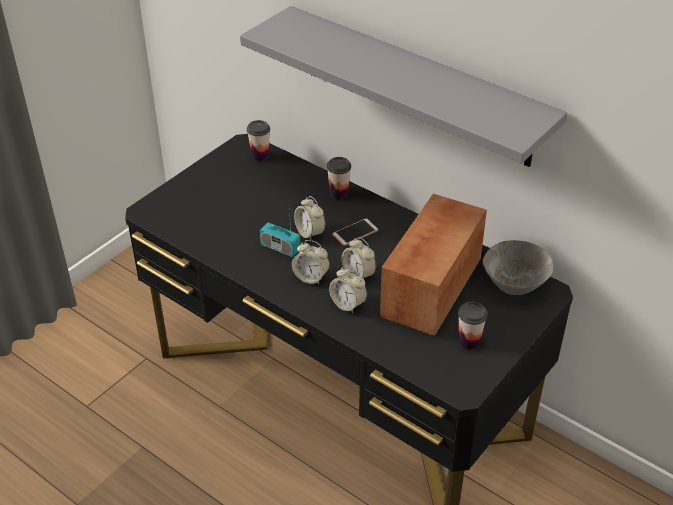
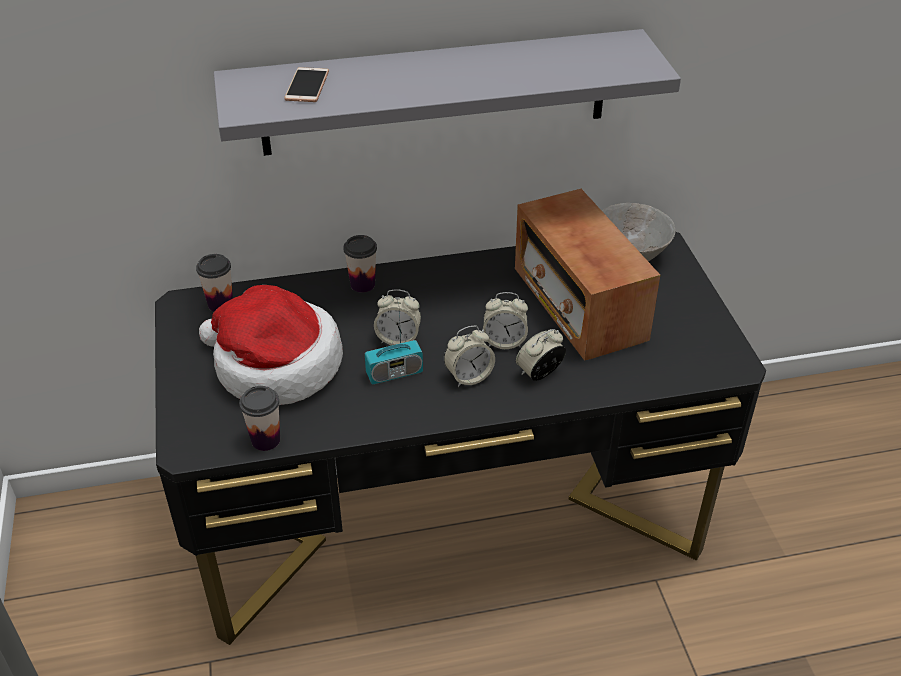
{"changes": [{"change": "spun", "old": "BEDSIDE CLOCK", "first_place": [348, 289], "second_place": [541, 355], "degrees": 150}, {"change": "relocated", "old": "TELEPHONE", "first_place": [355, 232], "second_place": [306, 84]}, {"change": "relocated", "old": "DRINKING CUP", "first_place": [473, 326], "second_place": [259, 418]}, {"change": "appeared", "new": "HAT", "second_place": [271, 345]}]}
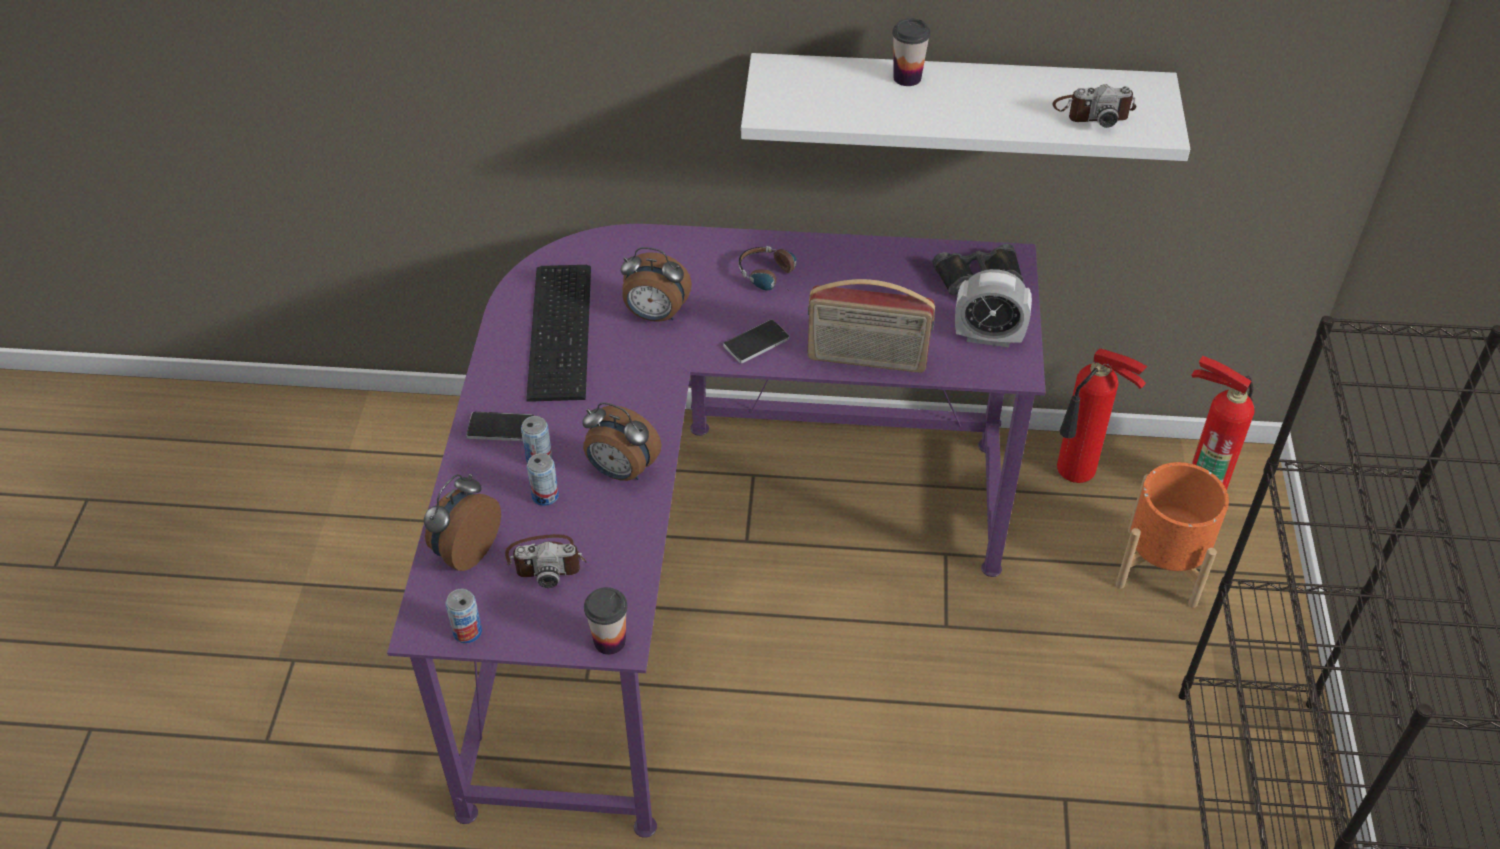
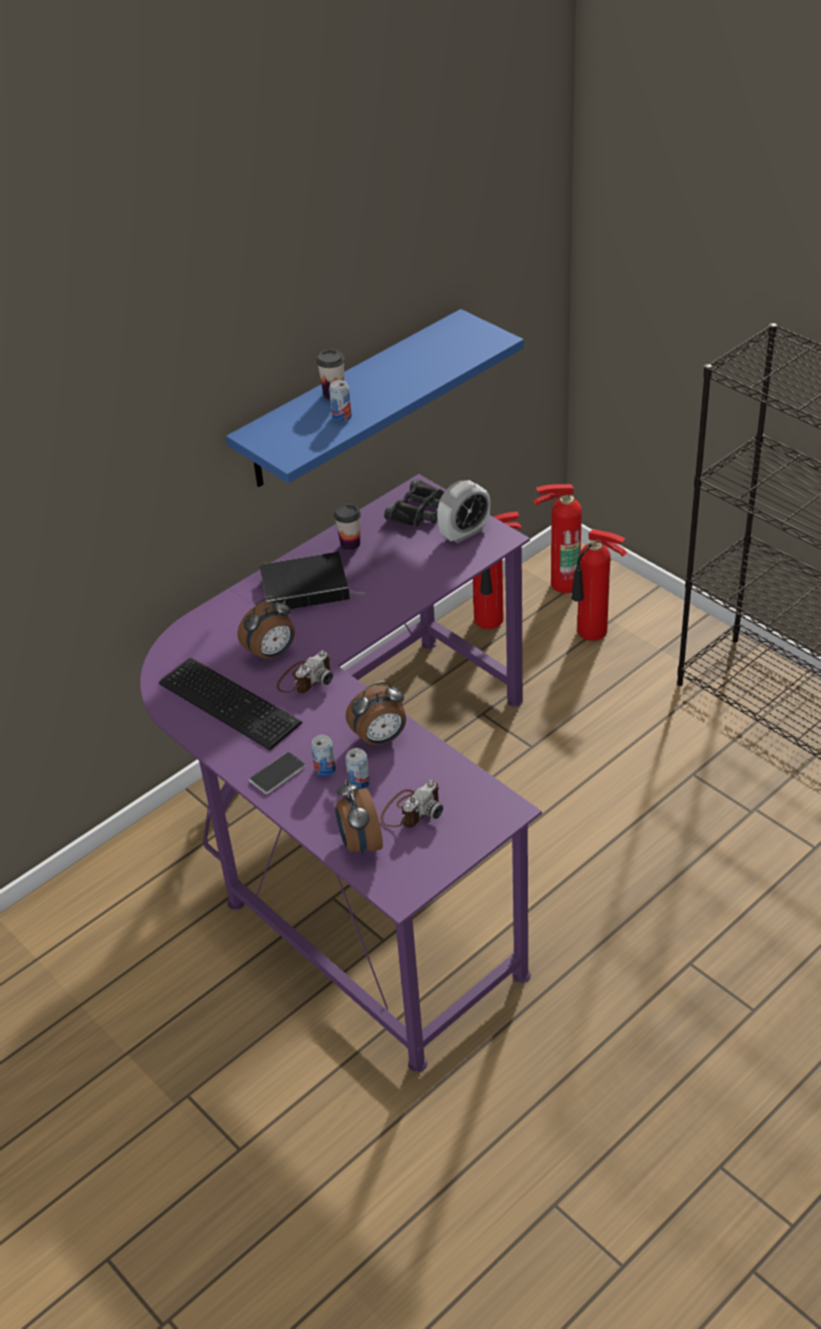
{"changes": [{"change": "relocated", "old": "METAL CAN", "first_place": [464, 616], "second_place": [340, 401]}, {"change": "relocated", "old": "DRINKING CUP", "first_place": [605, 621], "second_place": [347, 527]}, {"change": "missing", "old": "TELEPHONE", "first_place": [756, 341]}, {"change": "exchanged", "old": "HEADSET", "new": "BOOK", "first_place": [767, 268], "second_place": [312, 580]}, {"change": "colour", "old": "WHITE BRACKET SHELF", "new": "BLUISH BRACKET SHELF", "first_place": [965, 107], "second_place": [375, 398]}, {"change": "missing", "old": "RADIO RECEIVER", "first_place": [871, 326]}, {"change": "relocated", "old": "PHOTO CAMERA", "first_place": [1094, 106], "second_place": [305, 672]}, {"change": "exchanged", "old": "ORANGEY FLOWER POT", "new": "FIRE EXTINGUISHER", "first_place": [1172, 535], "second_place": [599, 585]}]}
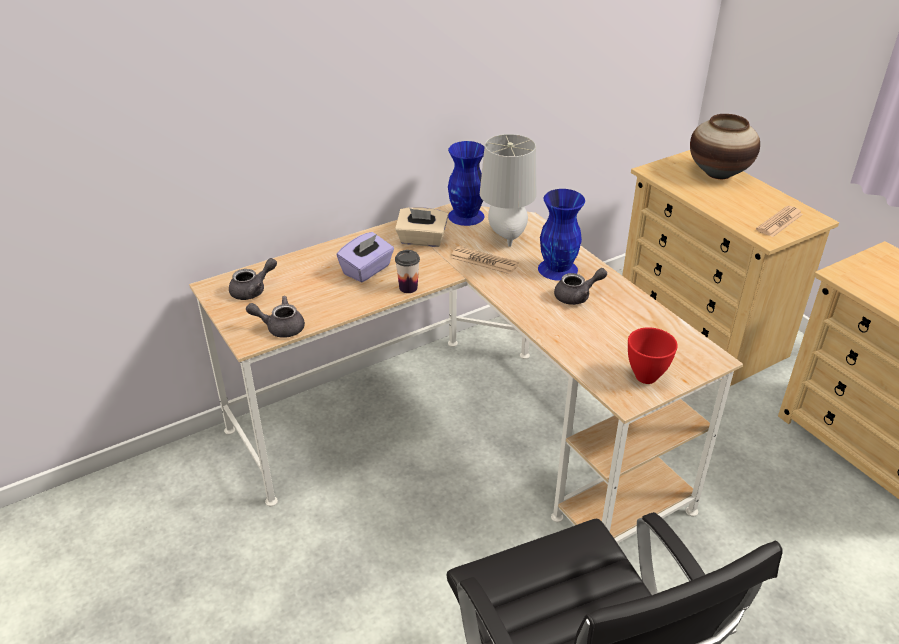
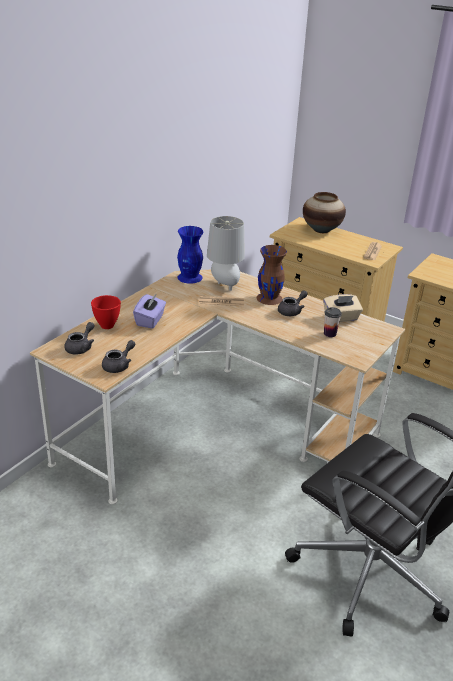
{"changes": [{"change": "spun", "old": "GREY TEA POT", "first_place": [275, 317], "second_place": [118, 356], "degrees": 150}, {"change": "relocated", "old": "BEIGE-COLOURED TISSUE HOLDER", "first_place": [422, 227], "second_place": [343, 308]}, {"change": "relocated", "old": "DRINKING CUP", "first_place": [407, 271], "second_place": [333, 322]}, {"change": "colour", "old": "BLUISH VASE", "new": "BROWN-COLOURED VASE", "first_place": [561, 235], "second_place": [271, 275]}, {"change": "relocated", "old": "RED DEEP DISH", "first_place": [653, 355], "second_place": [106, 312]}]}
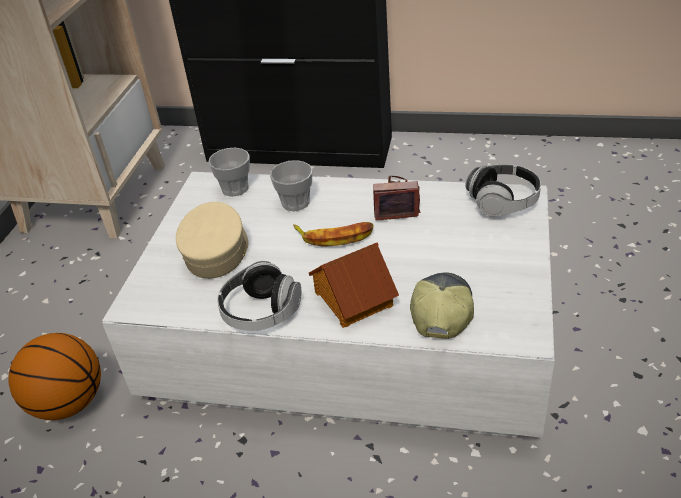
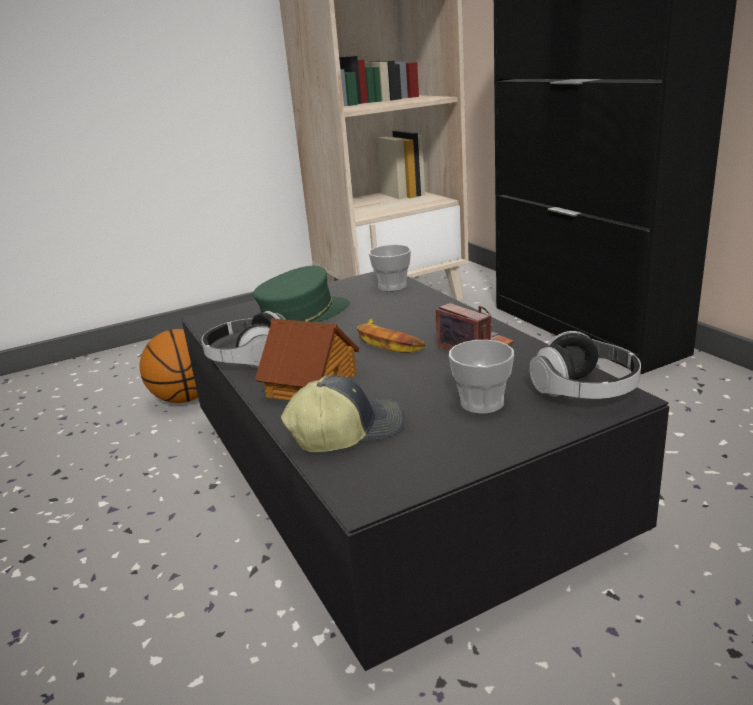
{"changes": [{"change": "colour", "old": "WHITE LOUNGE TABLE", "new": "BLACK LOUNGE TABLE", "first_place": [328, 305], "second_place": [425, 471]}, {"change": "colour", "old": "BEIGE-COLOURED PEAKED CAP", "new": "GREEN-COLOURED PEAKED CAP", "first_place": [212, 240], "second_place": [301, 294]}, {"change": "relocated", "old": "DRINKING CUP", "first_place": [291, 185], "second_place": [481, 377]}]}
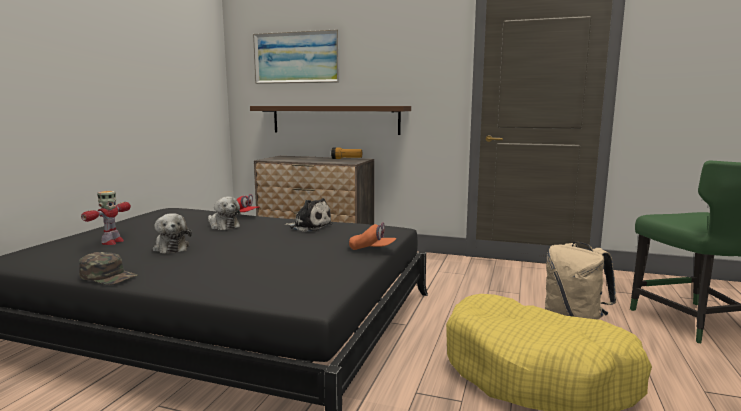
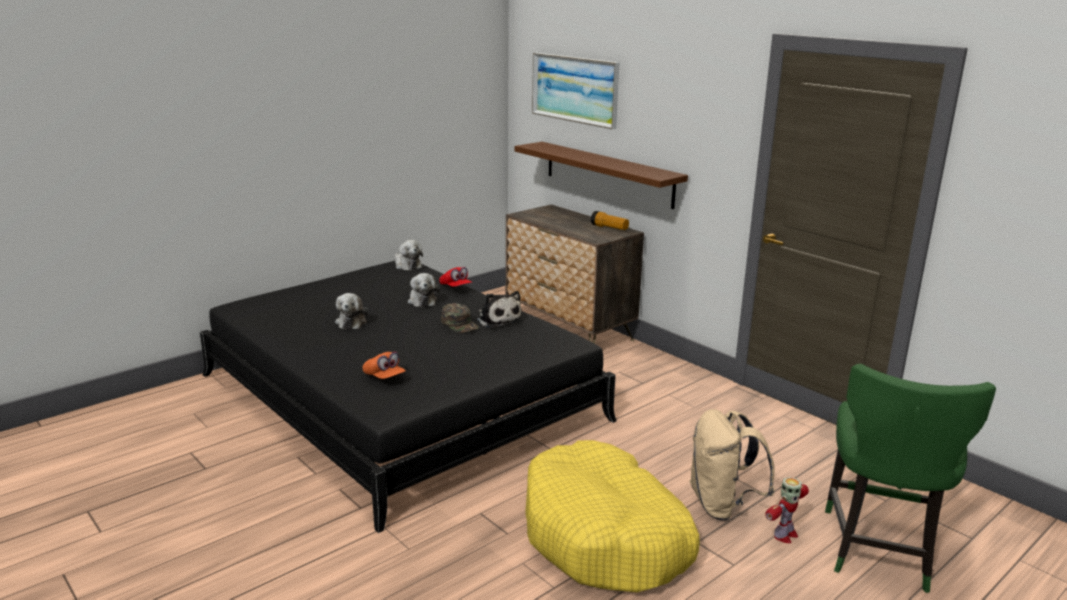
{"changes": [{"change": "relocated", "old": "GREEN-COLOURED PEAKED CAP", "first_place": [108, 268], "second_place": [460, 318]}, {"change": "relocated", "old": "ROBOT FIGURE", "first_place": [106, 218], "second_place": [787, 510]}, {"change": "relocated", "old": "ORANGEY PEAKED CAP", "first_place": [372, 236], "second_place": [384, 365]}, {"change": "appeared", "new": "PLUSH TOY", "second_place": [408, 255]}]}
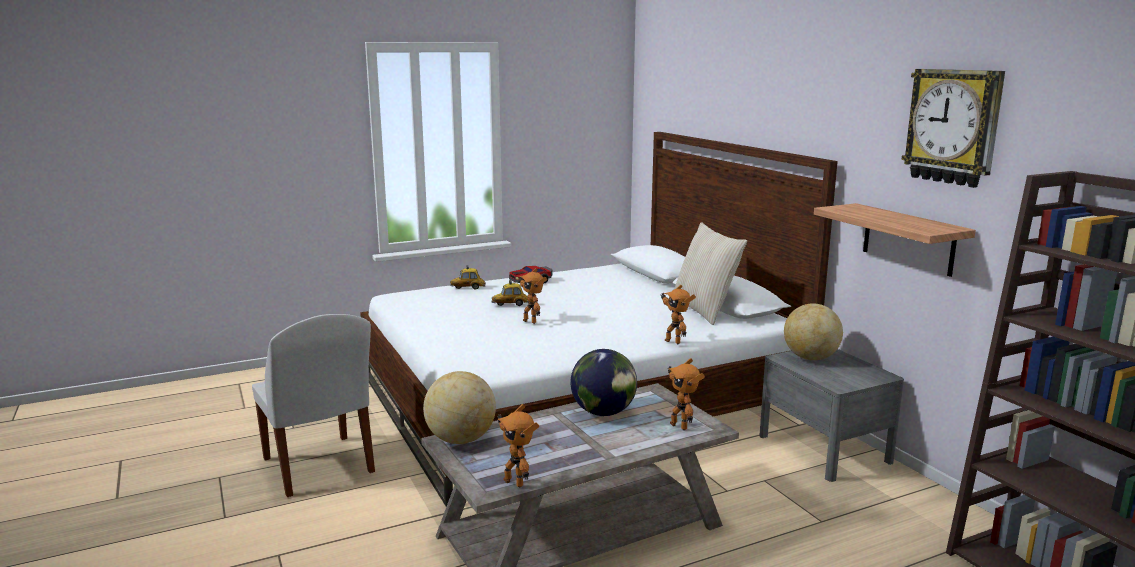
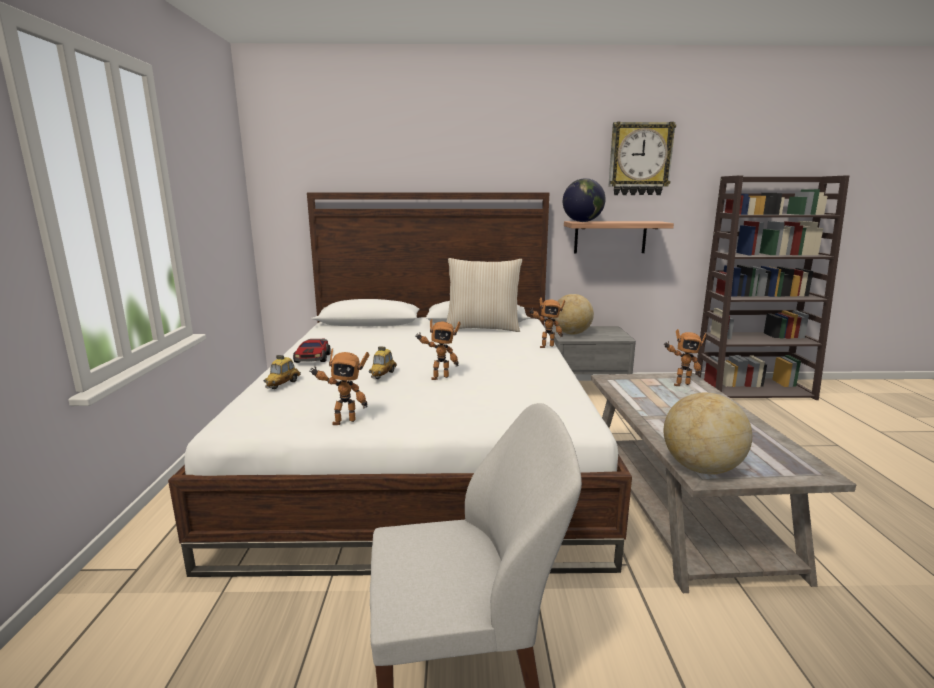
{"changes": [{"change": "relocated", "old": "ROBOT FIGURE", "first_place": [518, 445], "second_place": [339, 386]}, {"change": "relocated", "old": "WORLD GLOBE", "first_place": [603, 382], "second_place": [584, 200]}]}
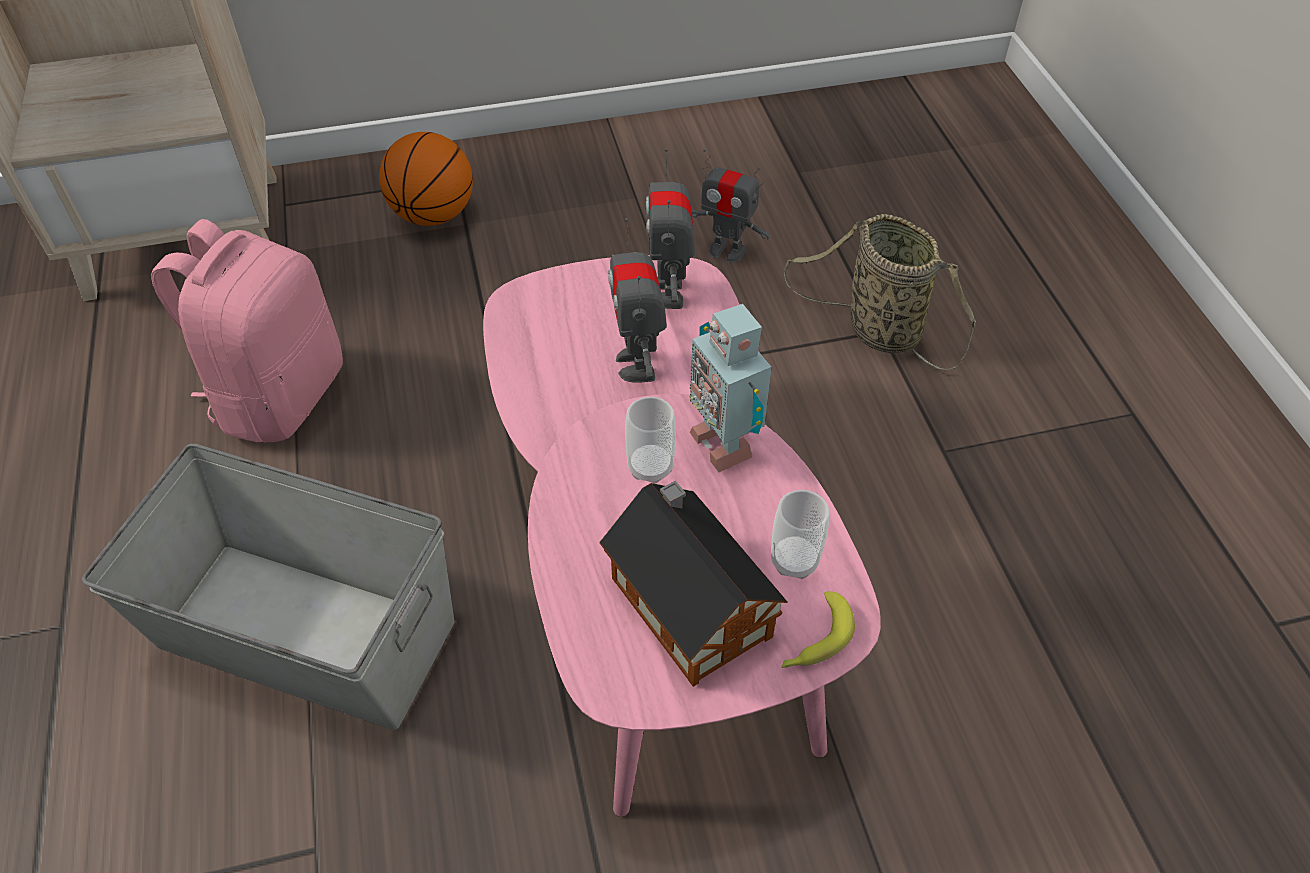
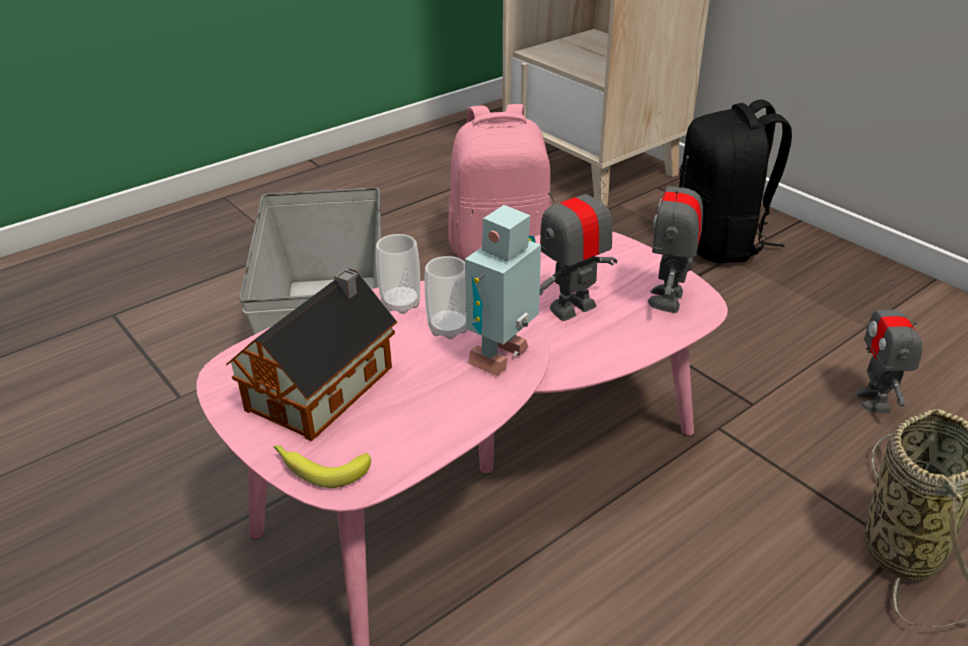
{"changes": [{"change": "exchanged", "old": "BASKETBALL", "new": "BLACK KNAPSACK", "first_place": [426, 179], "second_place": [735, 181]}, {"change": "spun", "old": "ROBOT FIGURE", "first_place": [670, 228], "second_place": [675, 234], "degrees": -45}, {"change": "relocated", "old": "DRINKING CUP", "first_place": [800, 534], "second_place": [398, 274]}]}
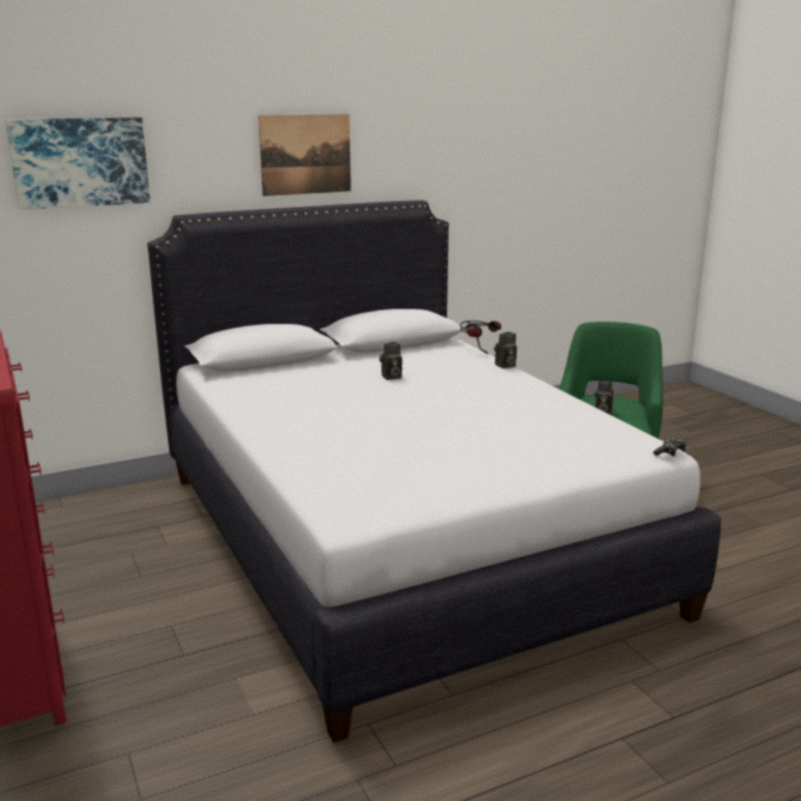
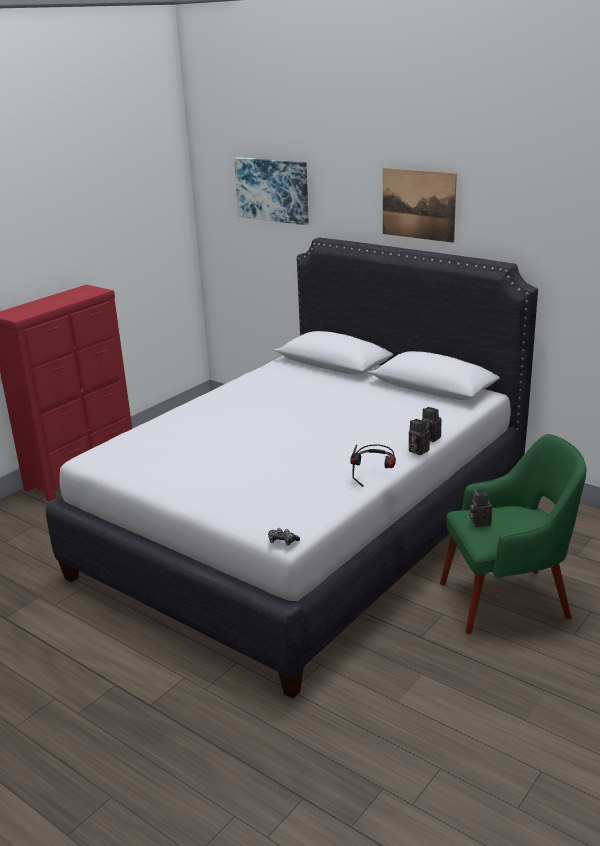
{"changes": [{"change": "relocated", "old": "PHOTO CAMERA", "first_place": [390, 361], "second_place": [419, 437]}, {"change": "relocated", "old": "HEADSET", "first_place": [480, 337], "second_place": [373, 465]}]}
